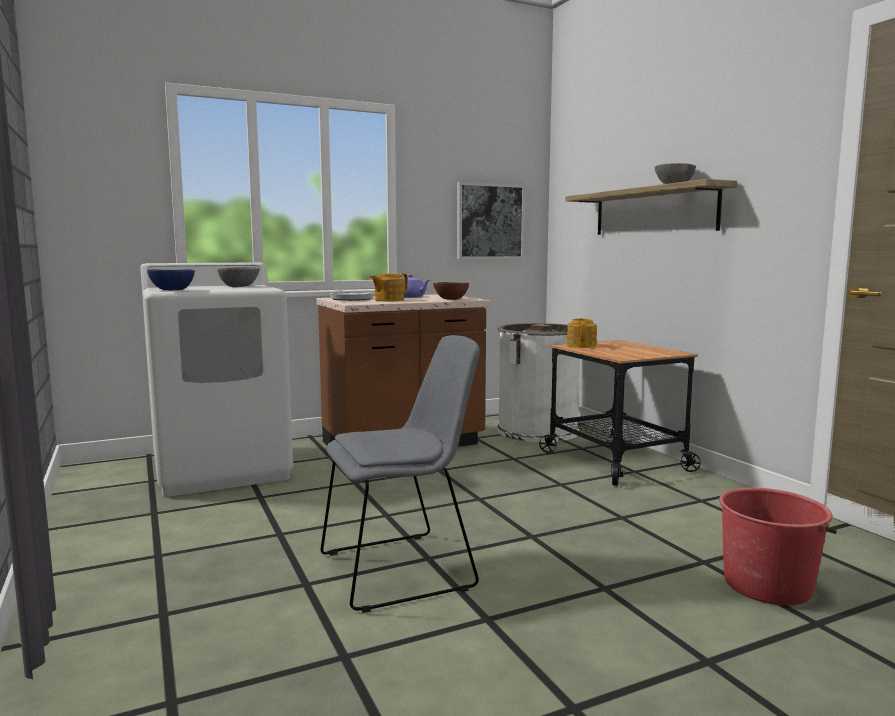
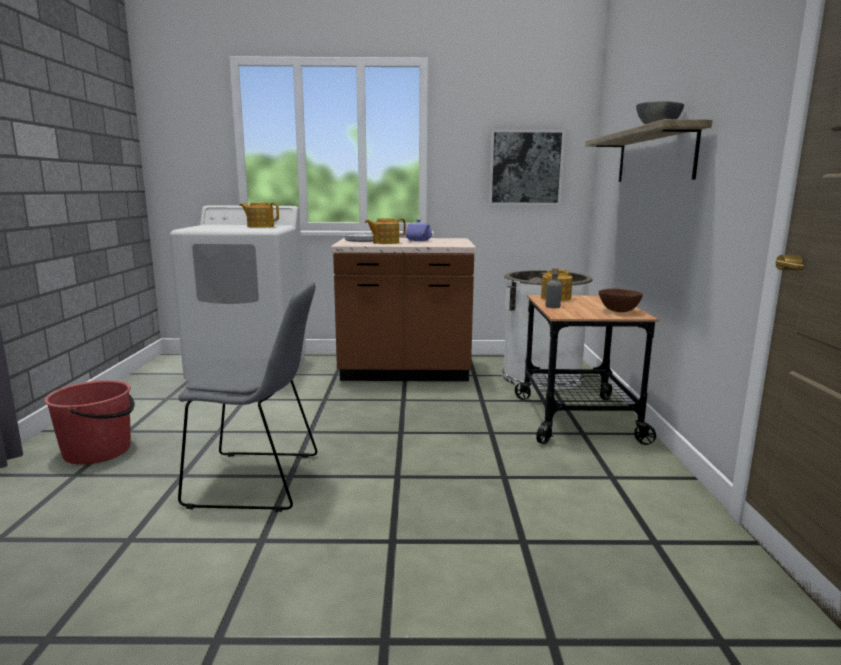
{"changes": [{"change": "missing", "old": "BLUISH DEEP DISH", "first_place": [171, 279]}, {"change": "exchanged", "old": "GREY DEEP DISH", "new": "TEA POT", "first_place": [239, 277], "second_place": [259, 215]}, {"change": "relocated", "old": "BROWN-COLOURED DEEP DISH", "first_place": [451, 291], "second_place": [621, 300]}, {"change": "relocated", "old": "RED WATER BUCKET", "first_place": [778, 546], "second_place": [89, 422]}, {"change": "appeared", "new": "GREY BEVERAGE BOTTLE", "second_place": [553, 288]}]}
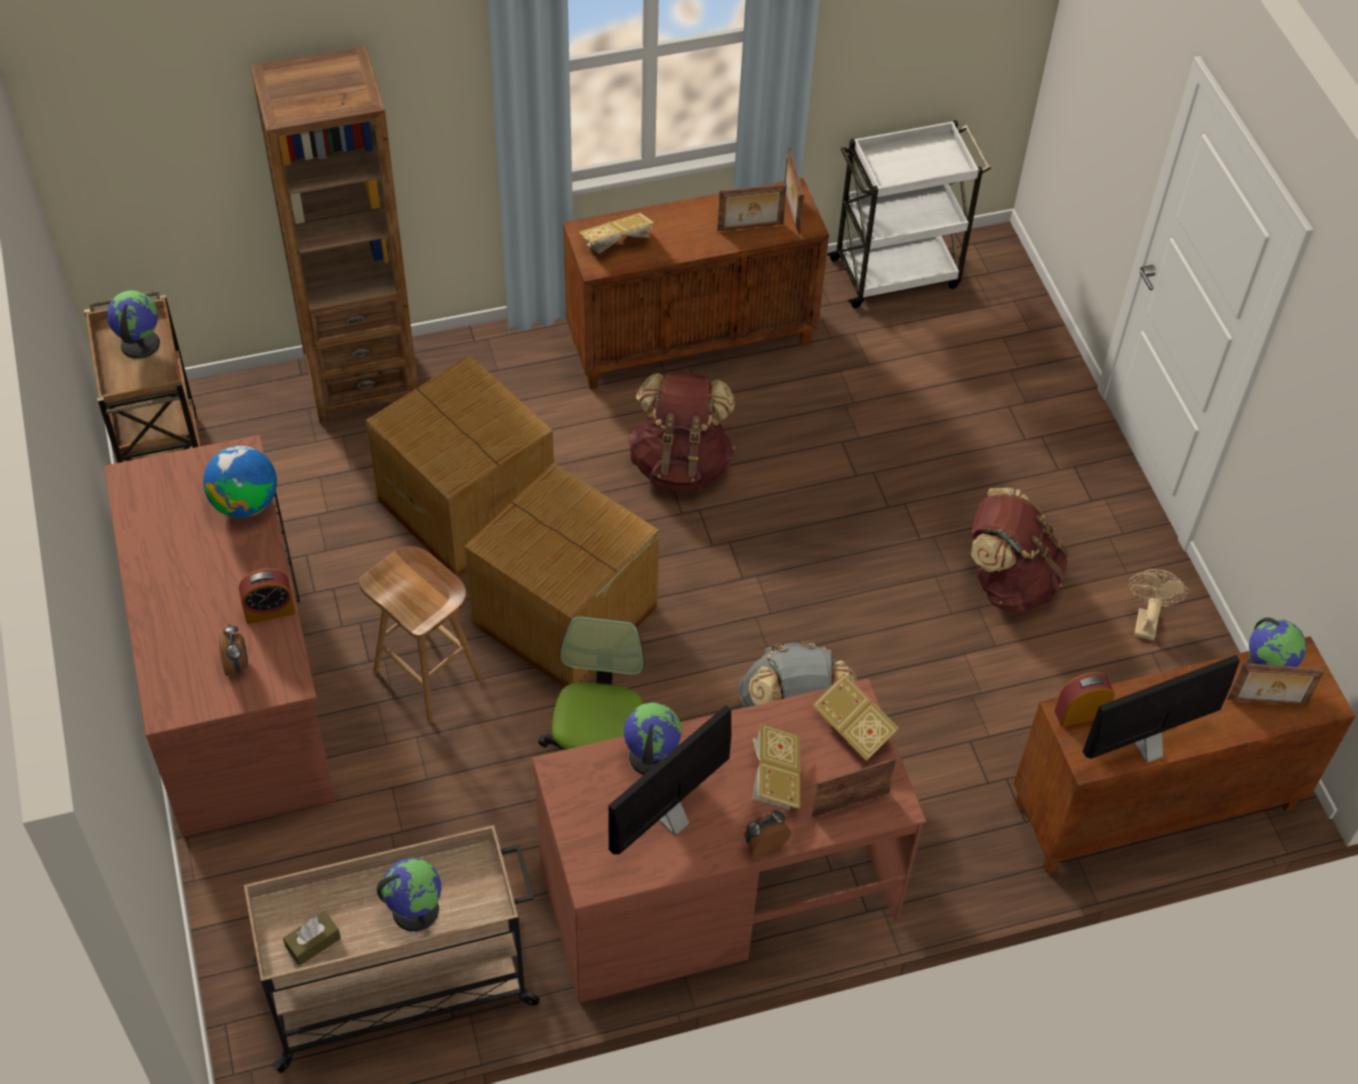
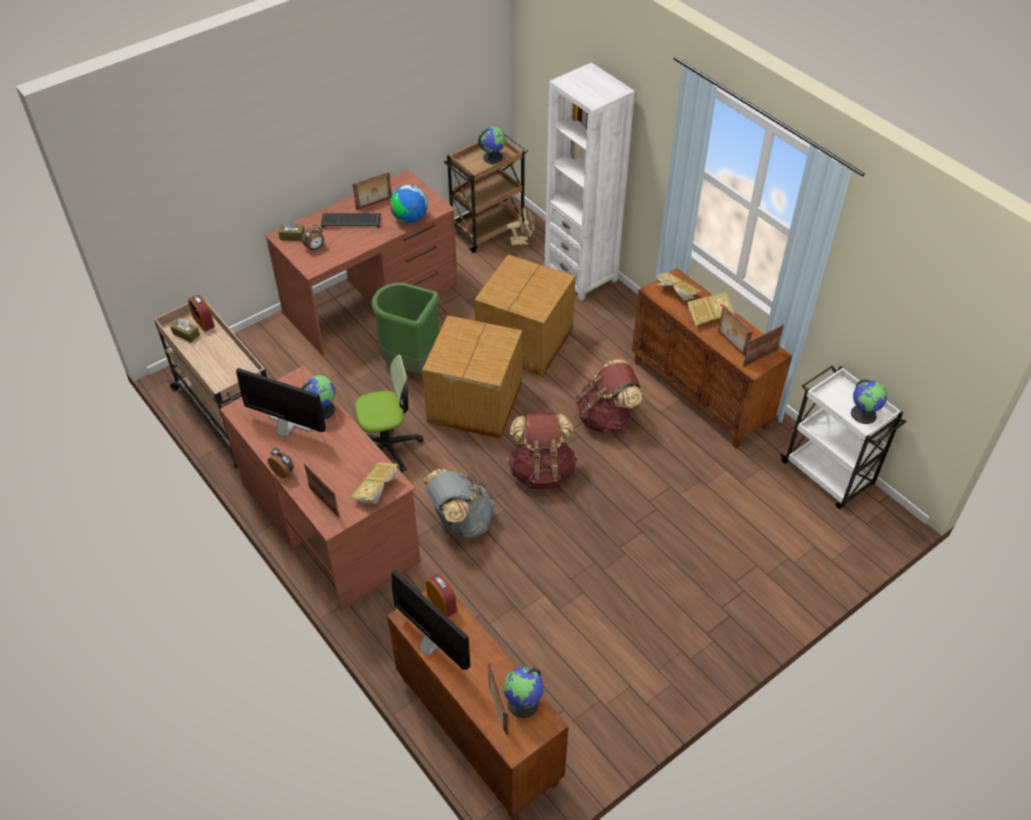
{"changes": [{"change": "relocated", "old": "BEDSIDE CLOCK", "first_place": [267, 596], "second_place": [201, 313]}, {"change": "colour", "old": "BROWN-COLOURED BOOKCASE", "new": "WHITE BOOKCASE", "first_place": [334, 234], "second_place": [590, 182]}, {"change": "exchanged", "old": "BROWN-COLOURED STOOL", "new": "GREEN-COLOURED RUBBISH BIN", "first_place": [420, 634], "second_place": [405, 328]}, {"change": "relocated", "old": "WORLD GLOBE", "first_place": [409, 895], "second_place": [869, 401]}, {"change": "relocated", "old": "BOOK", "first_place": [776, 767], "second_place": [711, 309]}, {"change": "relocated", "old": "BROWN-COLOURED KNAPSACK", "first_place": [1020, 550], "second_place": [542, 450]}, {"change": "relocated", "old": "BEIGE-COLOURED COOLING FAN", "first_place": [1158, 604], "second_place": [520, 226]}, {"change": "appeared", "new": "BROWN-COLOURED TISSUE HOLDER", "second_place": [292, 231]}, {"change": "appeared", "new": "KEYBOARD", "second_place": [351, 220]}, {"change": "appeared", "new": "PICTURE FRAME", "second_place": [372, 191]}]}
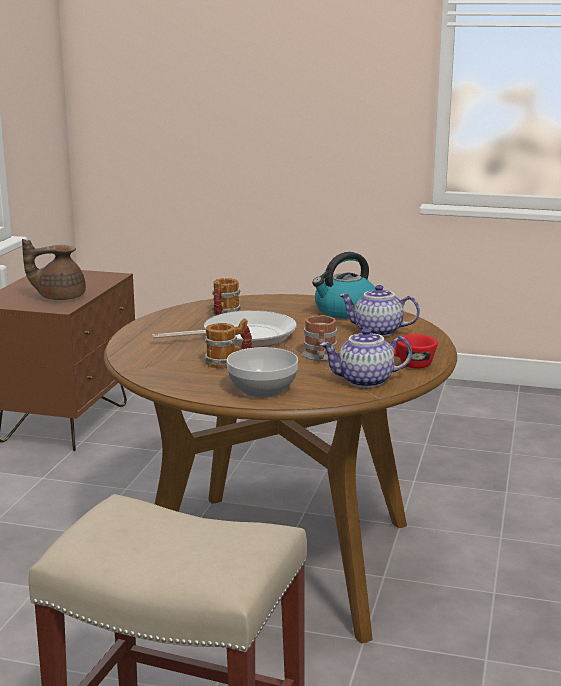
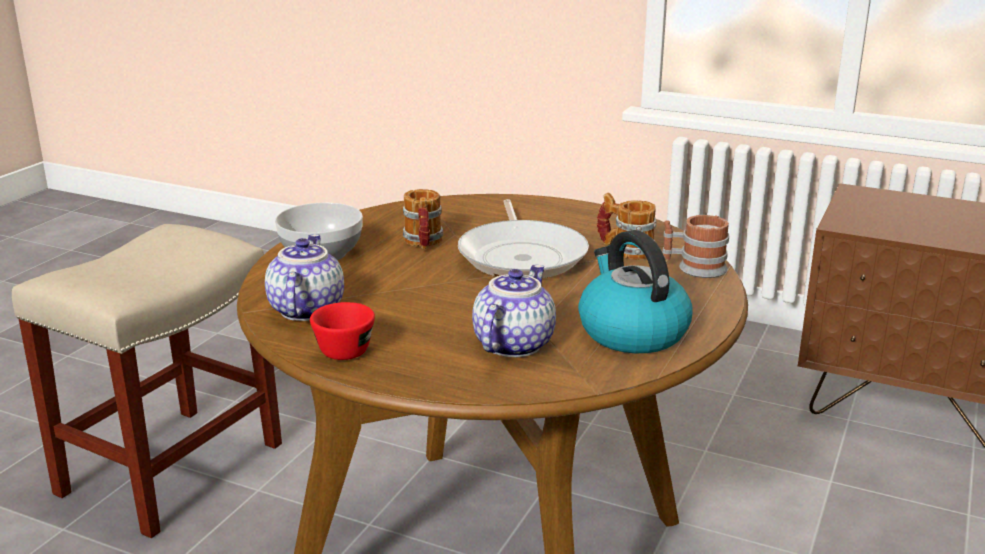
{"changes": [{"change": "missing", "old": "BROWN-COLOURED TEA POT", "first_place": [54, 269]}, {"change": "relocated", "old": "COFFEE MUG", "first_place": [320, 338], "second_place": [695, 246]}]}
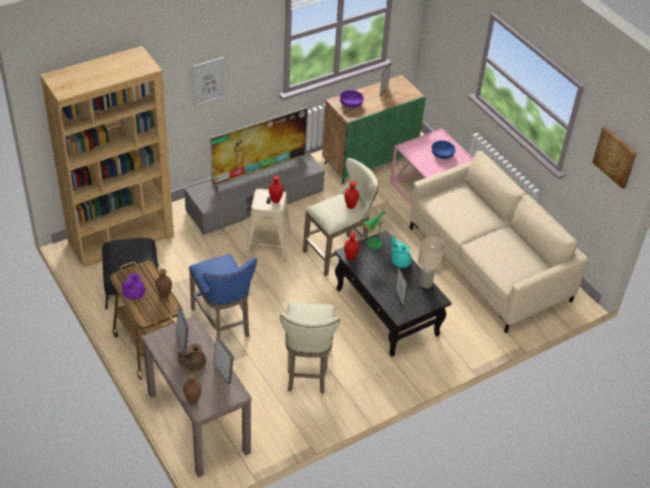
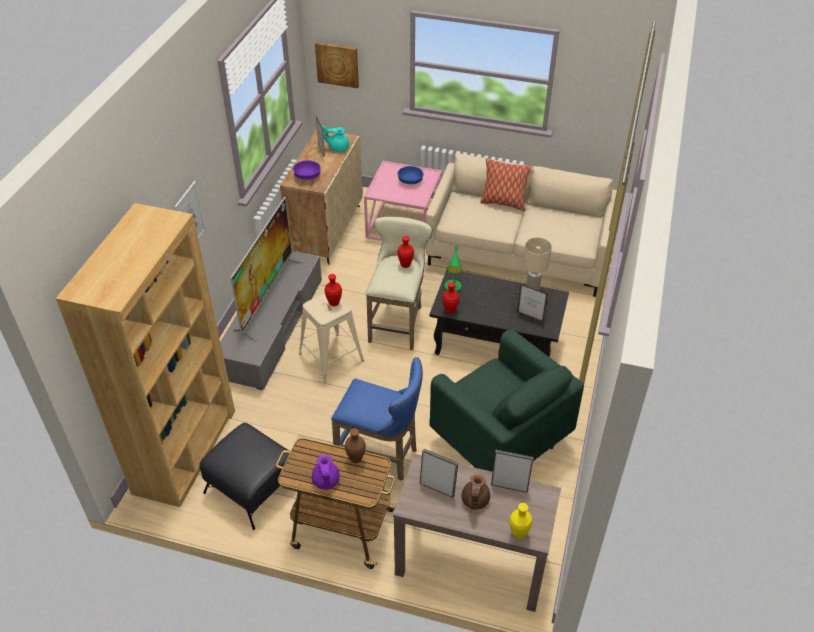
{"changes": [{"change": "colour", "old": "BROWN-COLOURED VASE", "new": "YELLOW VASE", "first_place": [192, 389], "second_place": [521, 521]}, {"change": "exchanged", "old": "BEIGE-COLOURED STOOL", "new": "GREEN-COLOURED LOUNGE CHAIR", "first_place": [310, 348], "second_place": [506, 400]}, {"change": "colour", "old": "GREEN-COLOURED CABINET", "new": "BEIGE-COLOURED CABINET", "first_place": [373, 129], "second_place": [321, 197]}, {"change": "relocated", "old": "TURQUOISE TEA POT", "first_place": [401, 252], "second_place": [336, 138]}, {"change": "relocated", "old": "WALL PICTURE", "first_place": [614, 157], "second_place": [337, 65]}, {"change": "appeared", "new": "CUSHION", "second_place": [505, 184]}]}
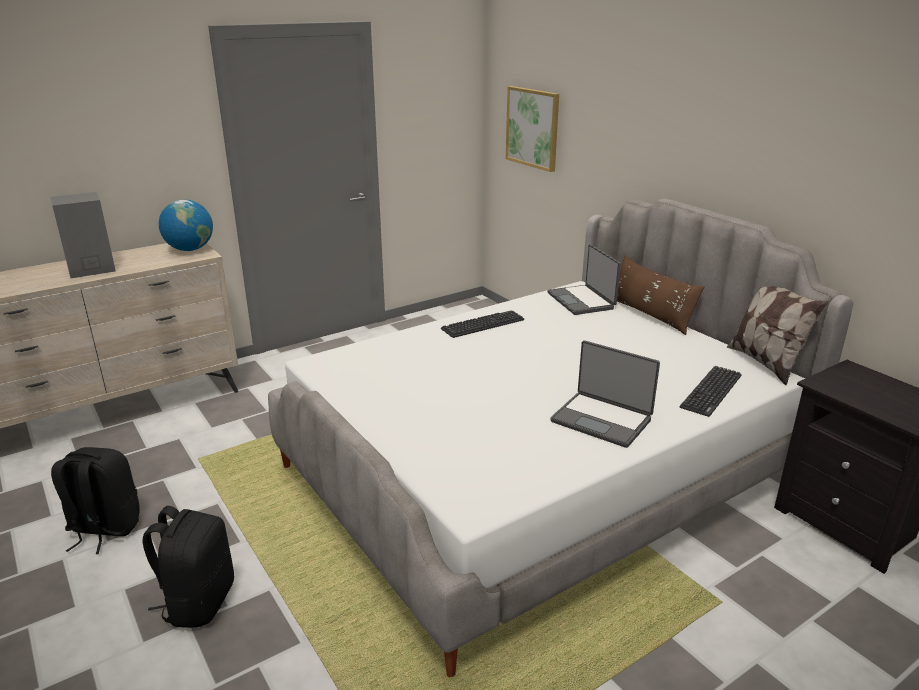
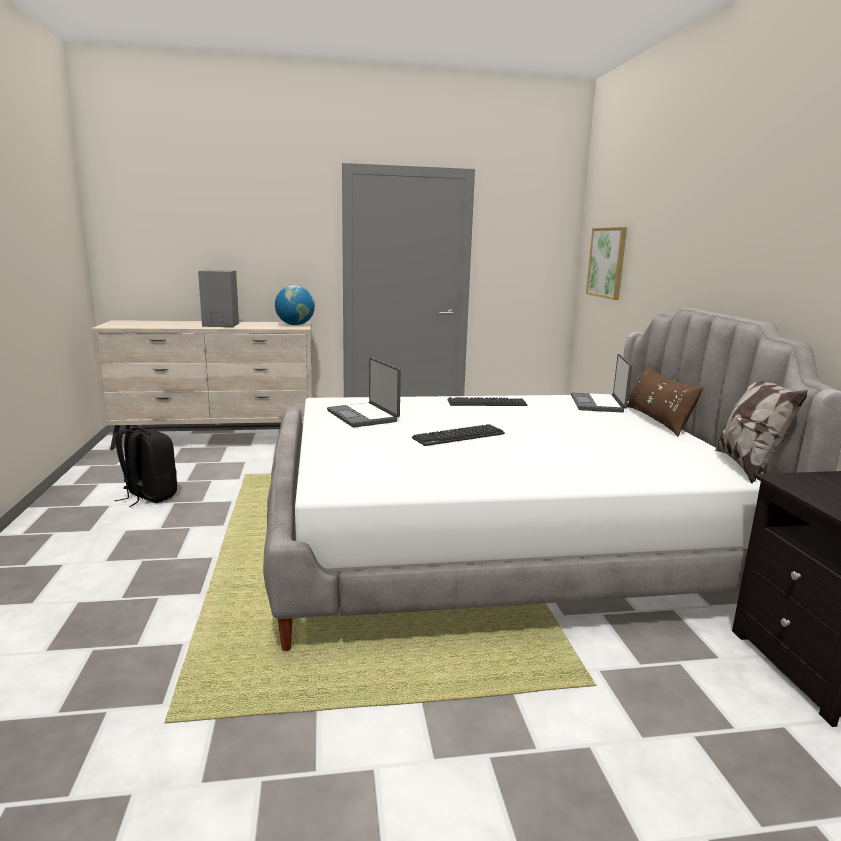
{"changes": [{"change": "missing", "old": "BLACK KNAPSACK", "first_place": [188, 567]}, {"change": "relocated", "old": "PORTABLE COMPUTER", "first_place": [605, 394], "second_place": [364, 392]}, {"change": "relocated", "old": "KEYBOARD", "first_place": [711, 391], "second_place": [458, 435]}]}
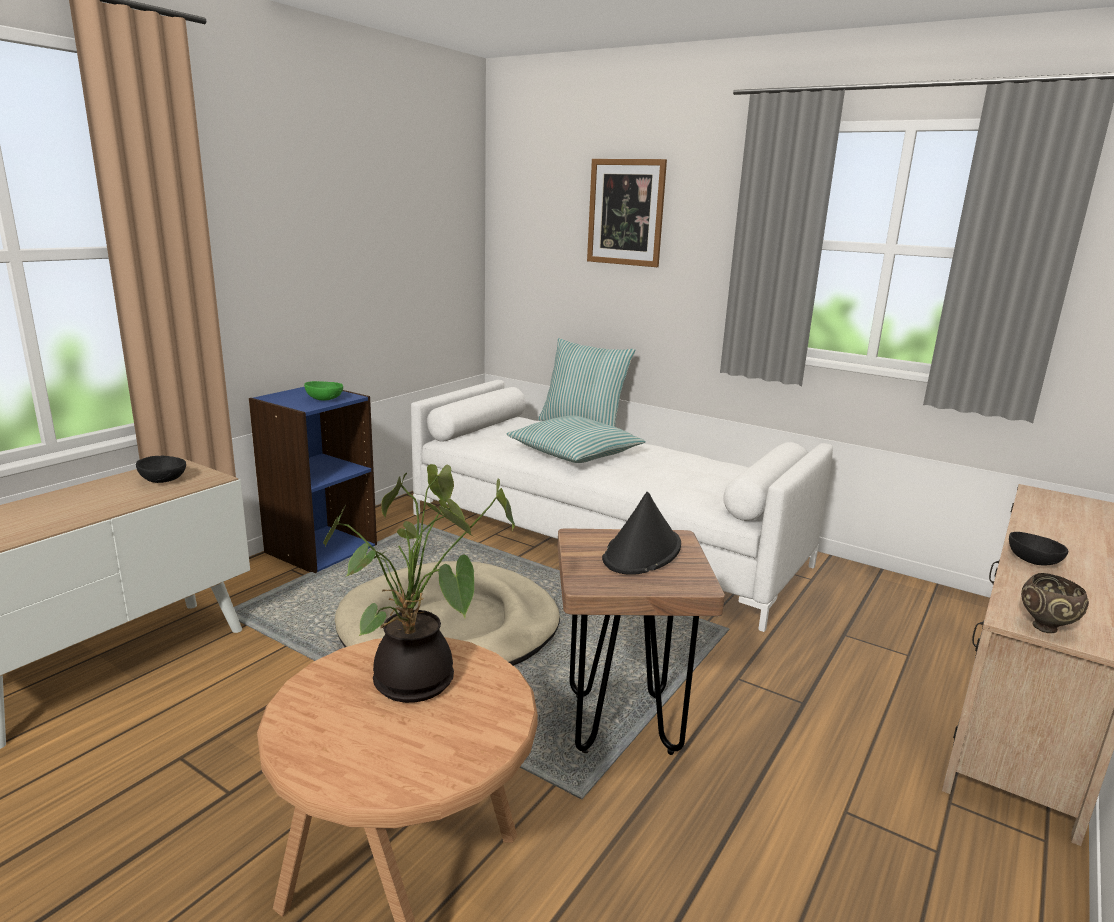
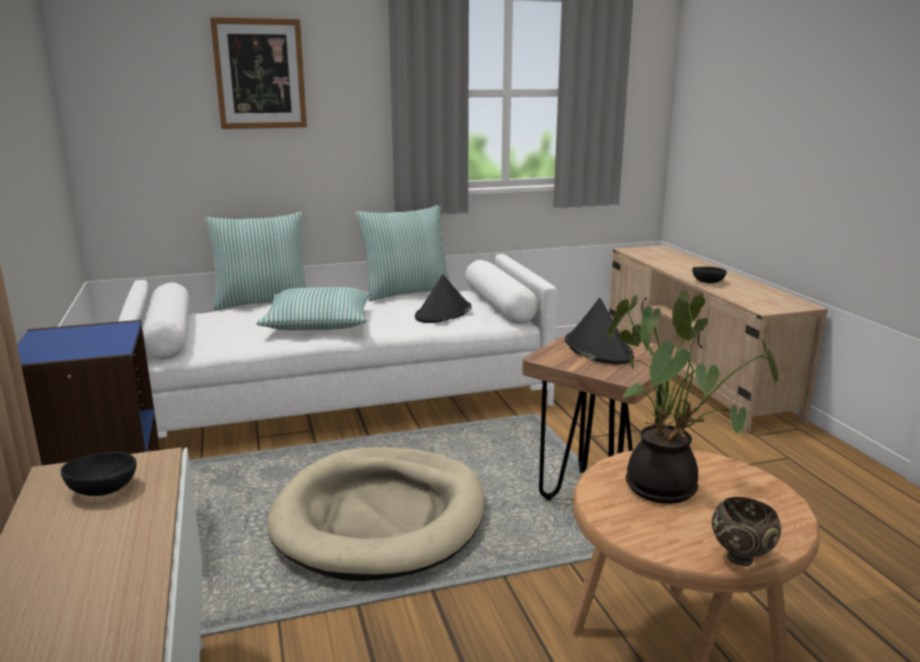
{"changes": [{"change": "missing", "old": "GREEN-COLOURED DEEP DISH", "first_place": [323, 390]}, {"change": "relocated", "old": "BROWN-COLOURED DEEP DISH", "first_place": [1055, 603], "second_place": [746, 531]}, {"change": "appeared", "new": "CUSHION", "second_place": [403, 253]}, {"change": "appeared", "new": "BLACK HAT", "second_place": [443, 298]}]}
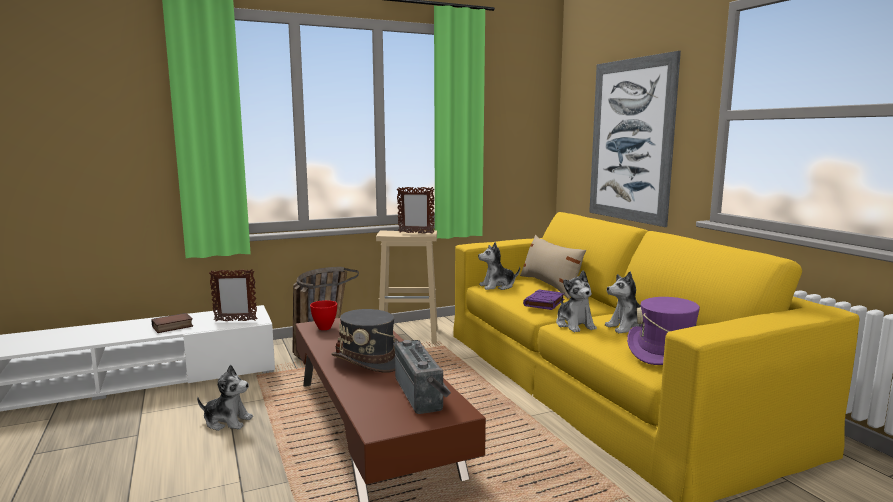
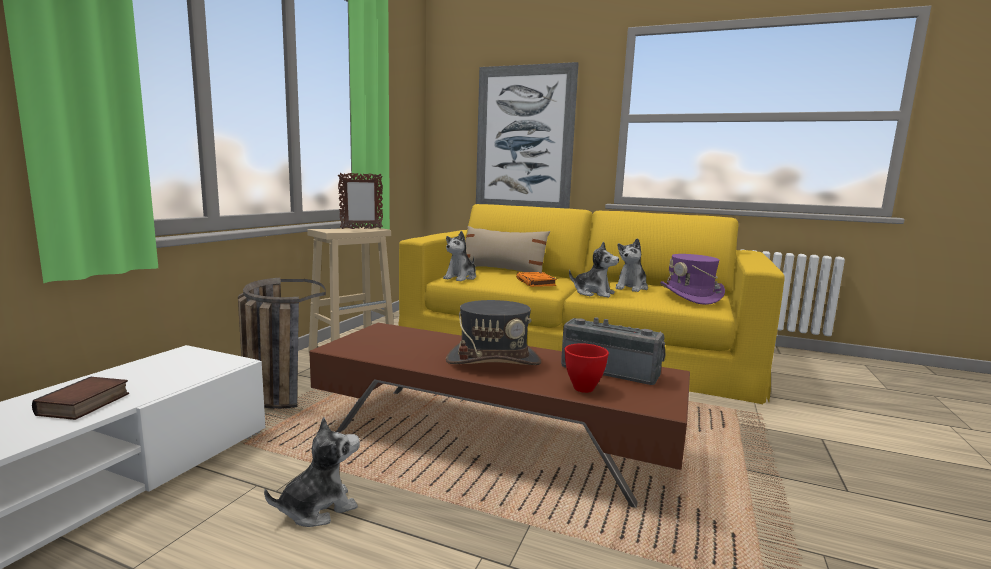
{"changes": [{"change": "missing", "old": "PICTURE FRAME", "first_place": [233, 295]}, {"change": "relocated", "old": "RED DEEP DISH", "first_place": [323, 315], "second_place": [587, 368]}, {"change": "colour", "old": "PURPLE BOOK", "new": "ORANGEY BOOK", "first_place": [544, 300], "second_place": [536, 279]}]}
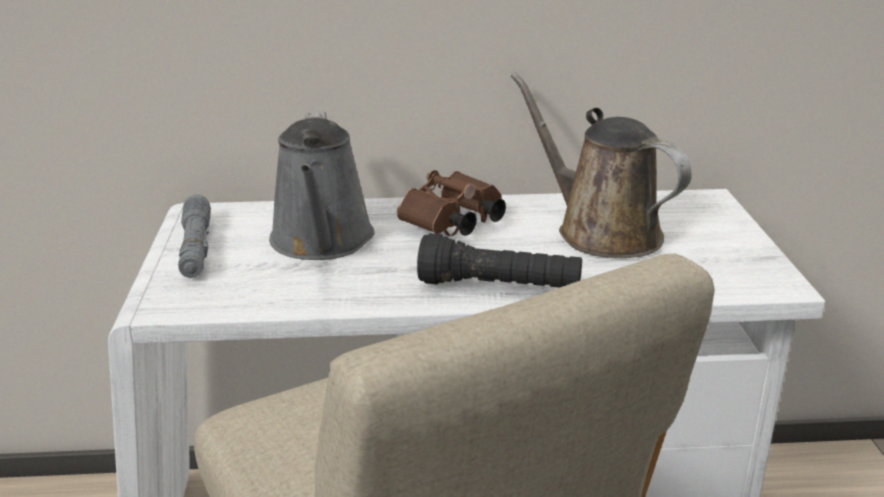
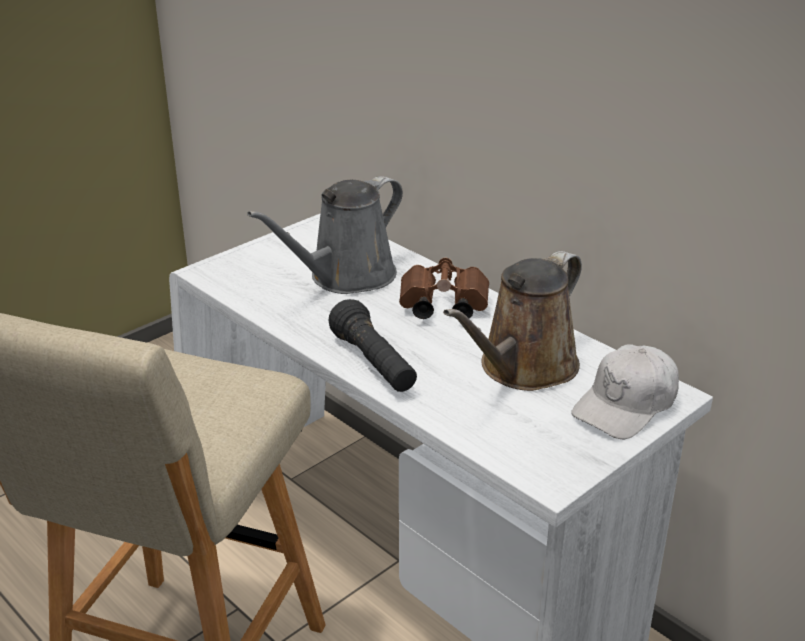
{"changes": [{"change": "missing", "old": "GREY HAND TORCH", "first_place": [194, 236]}, {"change": "spun", "old": "BROWN-COLOURED WATERING CAN", "first_place": [601, 165], "second_place": [512, 321], "degrees": -150}, {"change": "appeared", "new": "WHITE PEAKED CAP", "second_place": [625, 391]}]}
